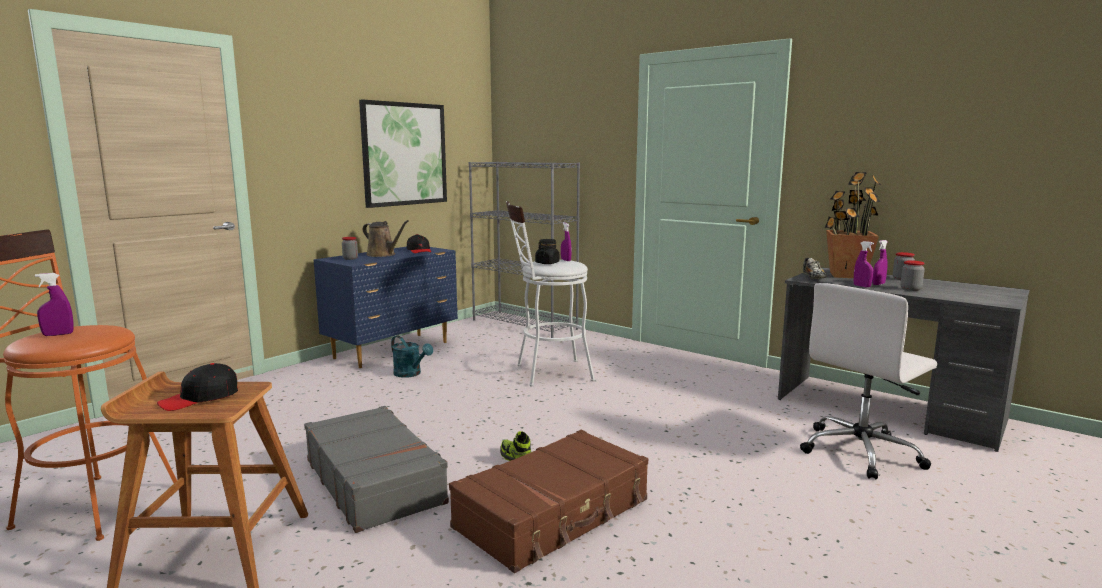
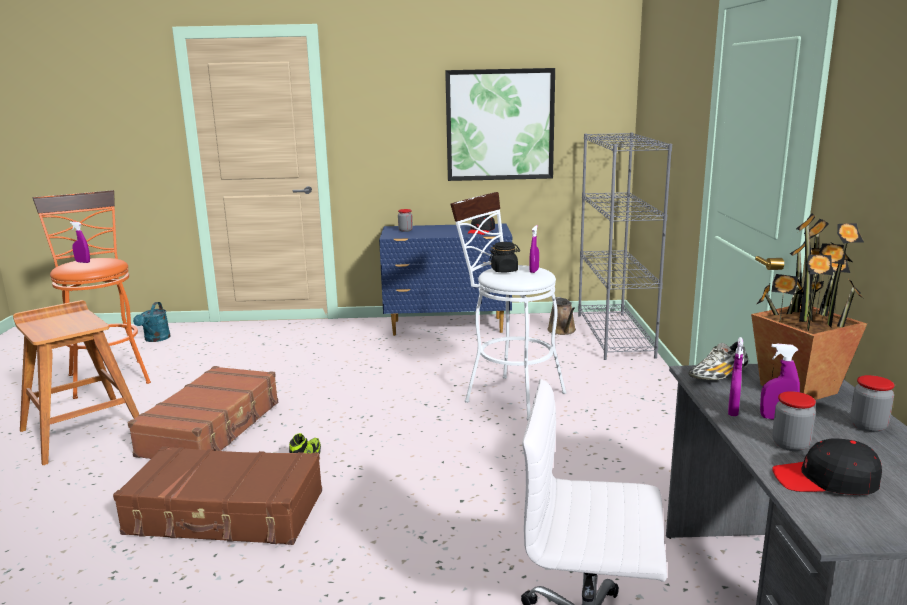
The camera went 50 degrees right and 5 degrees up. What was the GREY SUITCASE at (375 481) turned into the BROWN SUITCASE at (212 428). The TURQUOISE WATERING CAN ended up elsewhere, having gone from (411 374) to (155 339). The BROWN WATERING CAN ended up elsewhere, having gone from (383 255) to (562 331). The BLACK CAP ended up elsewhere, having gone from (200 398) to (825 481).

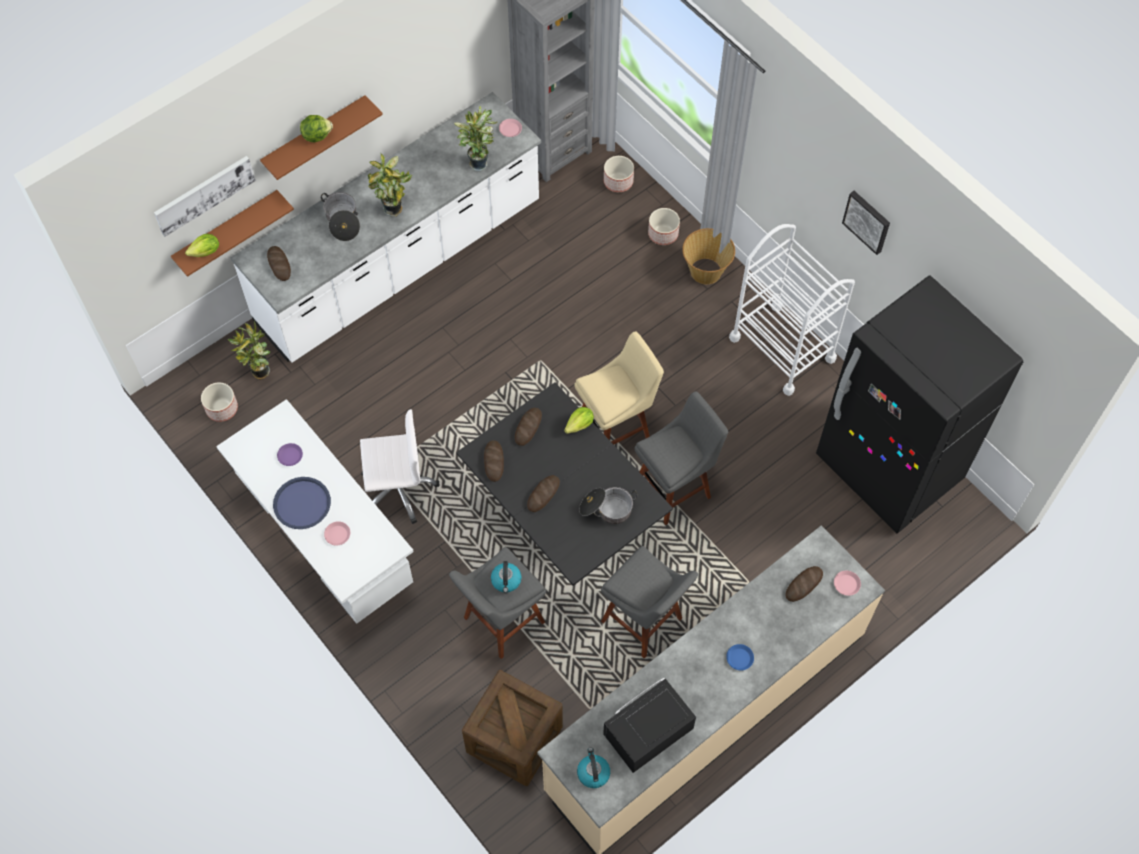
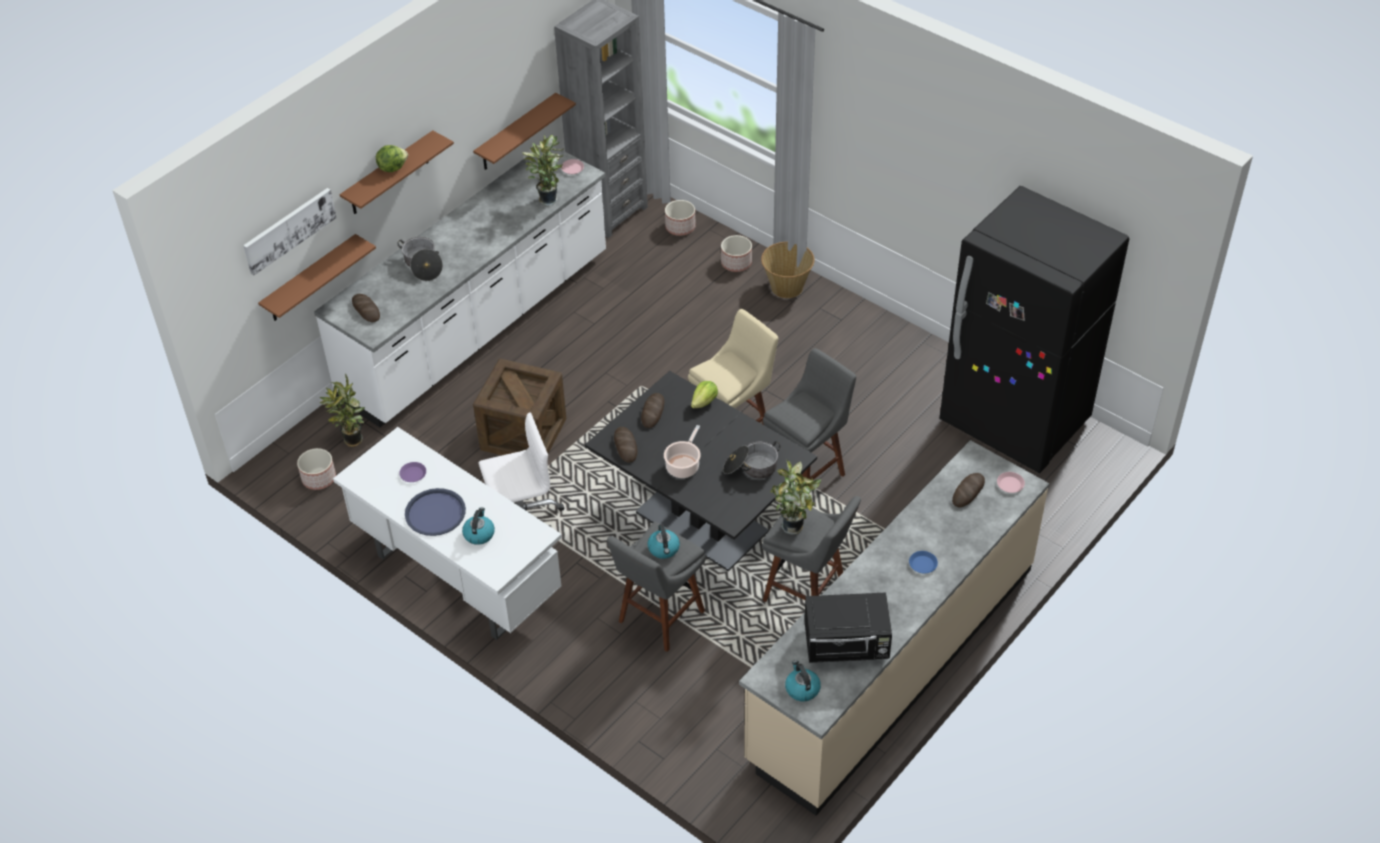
The camera went 10 degrees left and 15 degrees down. Where the PINK PLATE stood at (337 534), the KETTLE came to stand at (479 534). The second view gained the BROWN SHELF at (516 133). The CRATE ended up elsewhere, having gone from (514 739) to (523 434). Where the BREAD stood at (543 494), the COOKING POT came to stand at (683 465). The POTTED PLANT ended up elsewhere, having gone from (395 210) to (795 527). The BLACK MICROWAVE at (646 733) ended up facing another way, 135 degrees counterclockwise from before. The second view lost the LETTUCE at (206 252). The second view lost the WHITE CART at (782 348). The second view lost the PICTURE at (867 221).

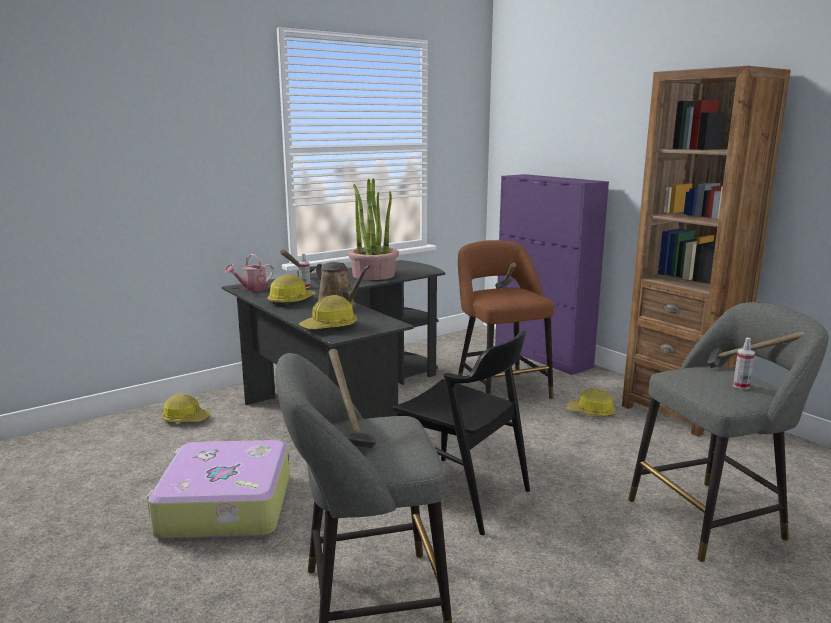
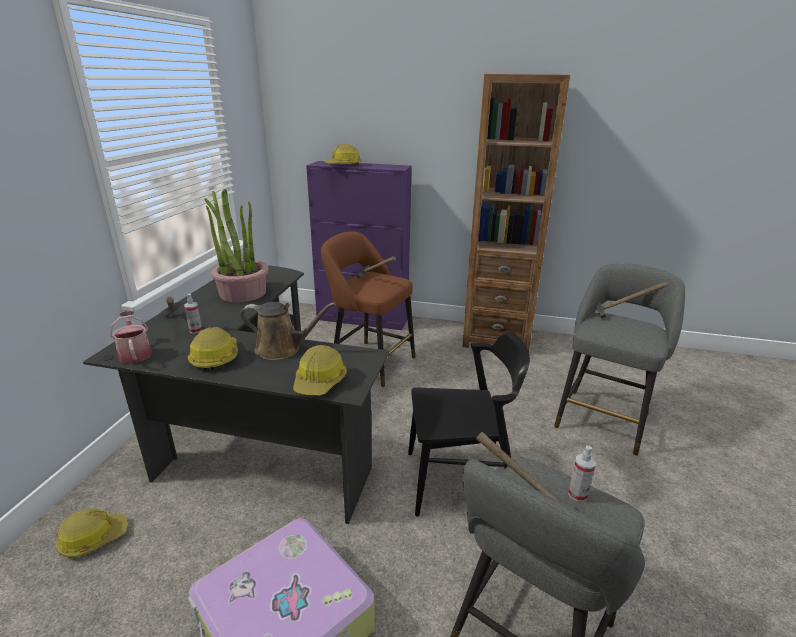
The camera went 40 degrees left and 10 degrees up. The WATERING CAN at (252 288) ended up facing another way, 150 degrees clockwise from before. The HARD HAT ended up elsewhere, having gone from (591 412) to (343 165). The SPRAY BOTTLE ended up elsewhere, having gone from (741 386) to (577 494).

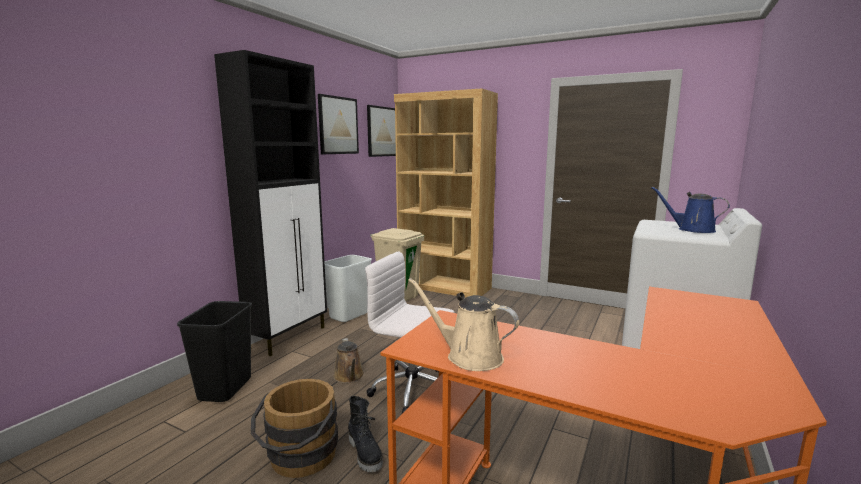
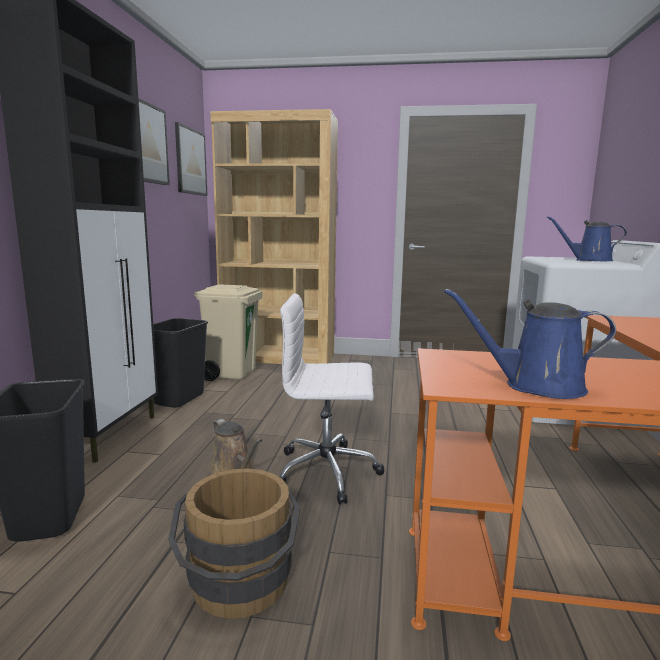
The camera went 20 degrees left and 0 degrees up. What was the WHITE TRASH CAN at (349 316) turned into the BLACK TRASH CAN at (180 400). What was the BEIGE WATERING CAN at (469 356) turned into the BLUE WATERING CAN at (536 386). The second view lost the BLACK BOOT at (366 453).

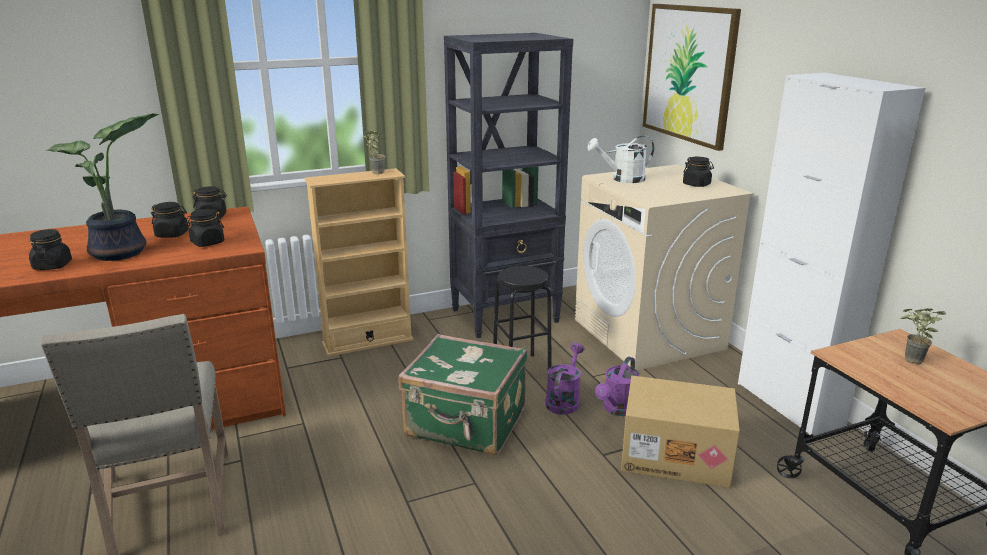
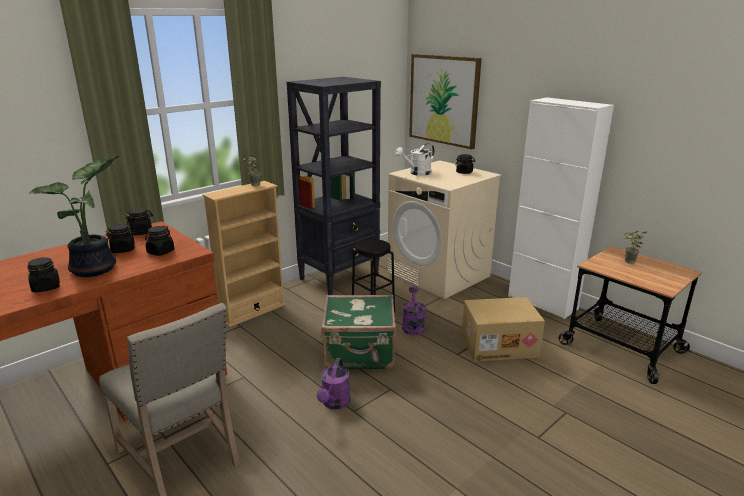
The camera went 20 degrees left and 0 degrees up. The PURPLE WATERING CAN ended up elsewhere, having gone from (617 410) to (334 403).

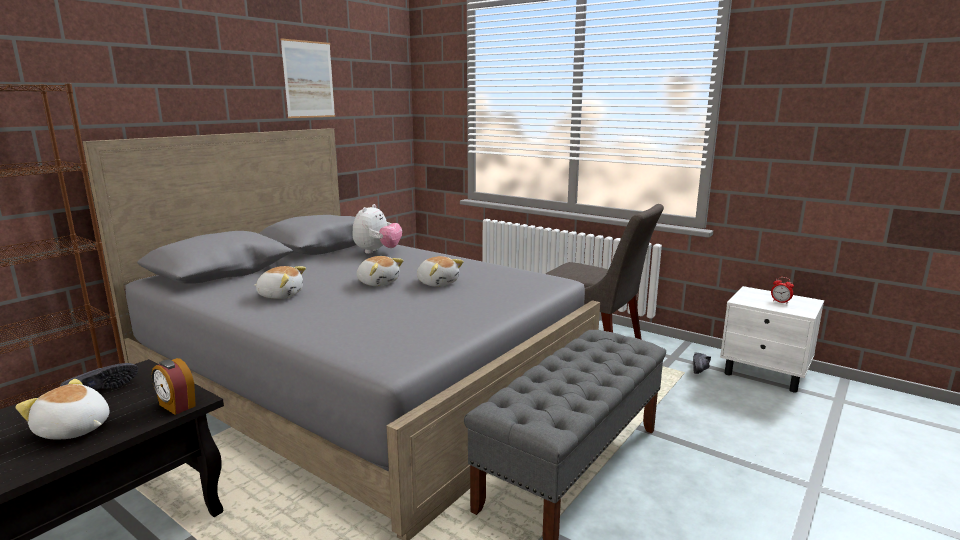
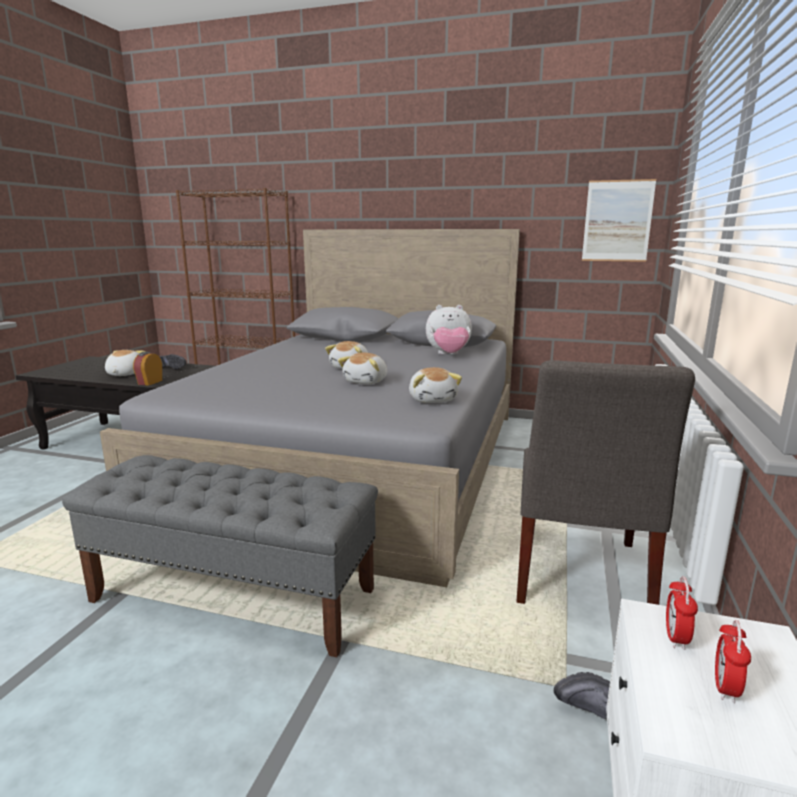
The camera went 70 degrees right and 0 degrees up. The PLUSH TOY ended up elsewhere, having gone from (280 295) to (433 399). The PICTURE ended up elsewhere, having gone from (308 79) to (617 221). The second view gained the ALARM CLOCK at (676 638).

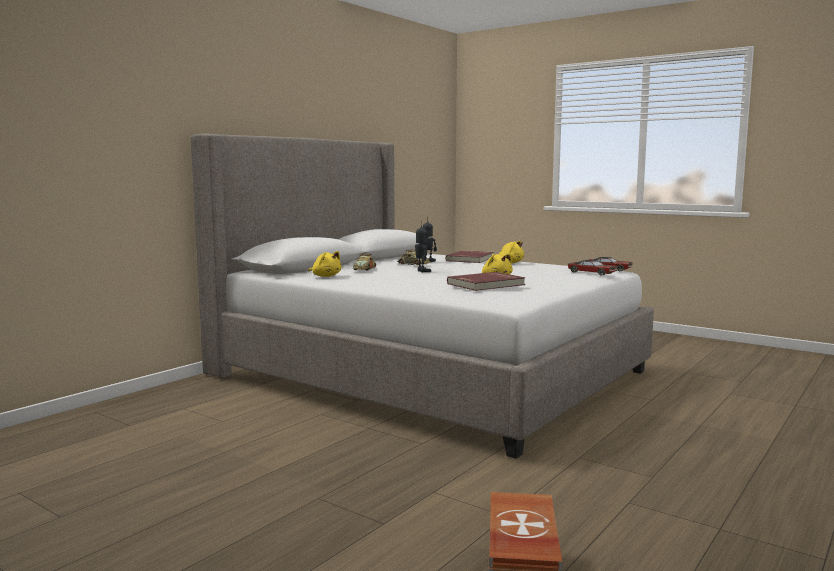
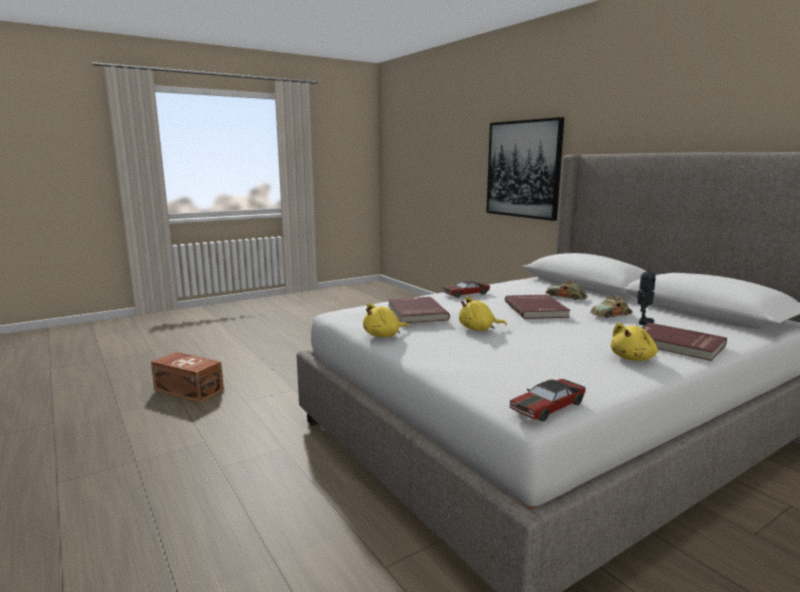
The camera went 110 degrees right and 5 degrees up. The YELLOW PLUSH TOY ended up elsewhere, having gone from (325 276) to (384 335). The TOY CAR ended up elsewhere, having gone from (592 273) to (465 294). The second view gained the PICTURE at (523 169). Where the TOY ROBOT stood at (422 271), the RED BOOK came to stand at (537 309).

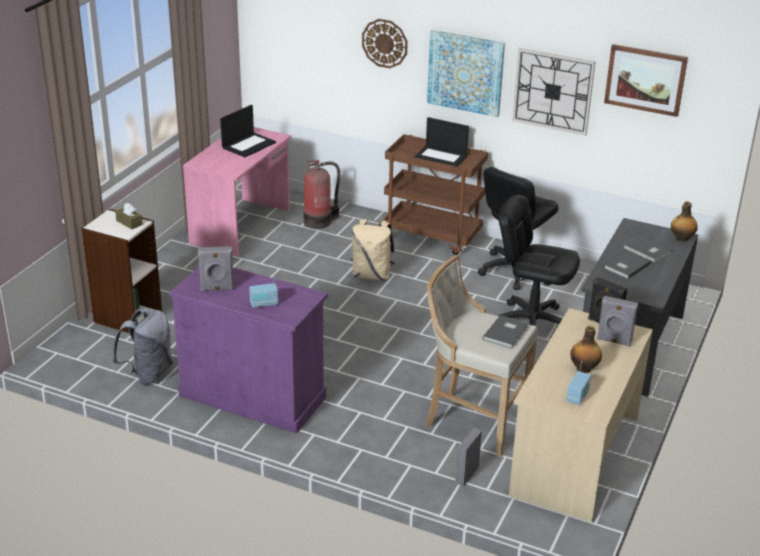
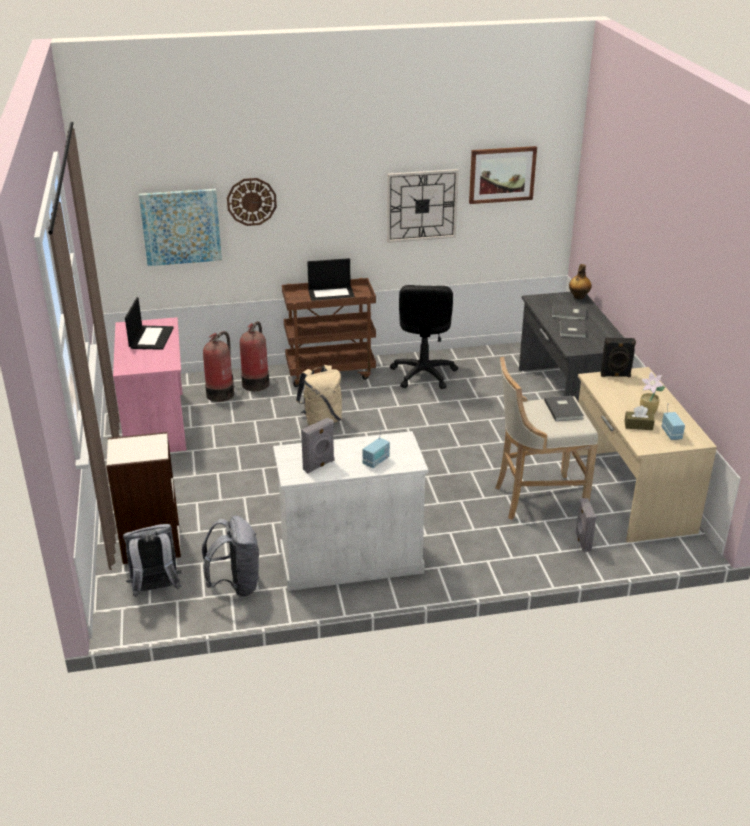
The camera went 35 degrees left and 0 degrees up. The second view gained the GREY BACKPACK at (155 590). The PICTURE ended up elsewhere, having gone from (465 72) to (181 226). The second view gained the FIRE EXTINGUISHER at (256 383). What was the PURPLE CABINET at (253 396) turned into the WHITE CABINET at (351 560). The BROWN TISSUE BOX ended up elsewhere, having gone from (129 222) to (638 425). Where the BOTTLE stood at (584 369), the POTTED PLANT came to stand at (648 412). The second view lost the BLACK OFFICE CHAIR at (531 323). The second view lost the GREY SPEAKER at (614 341).

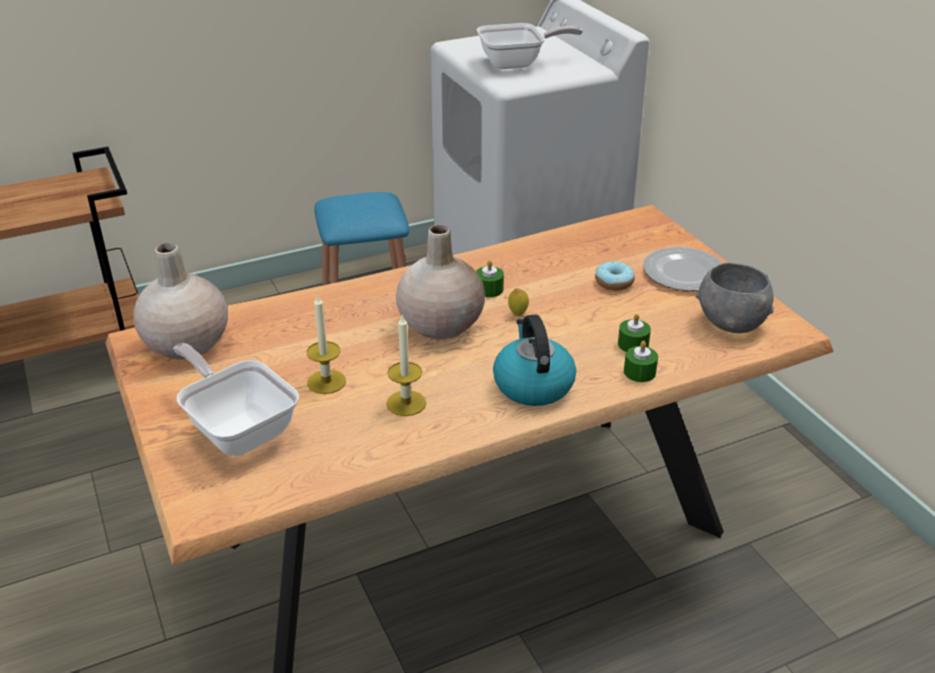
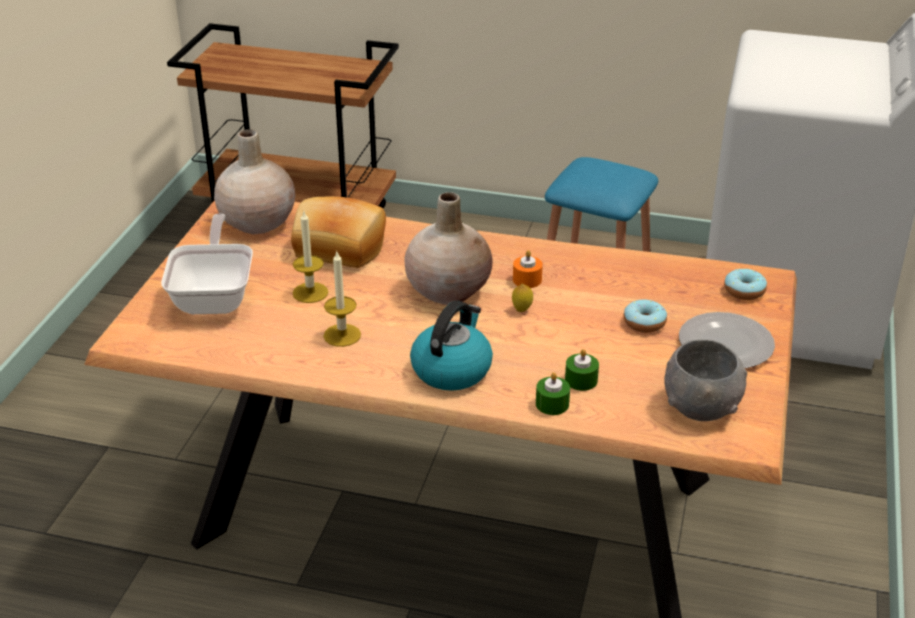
The camera went 40 degrees right and 0 degrees up. The second view gained the BREAD at (339 248). What was the GREEN CANDLE at (489 289) turned into the ORANGE CANDLE at (527 280). The second view gained the DONUT at (744 291). The second view lost the FRYING PAN at (517 63).

